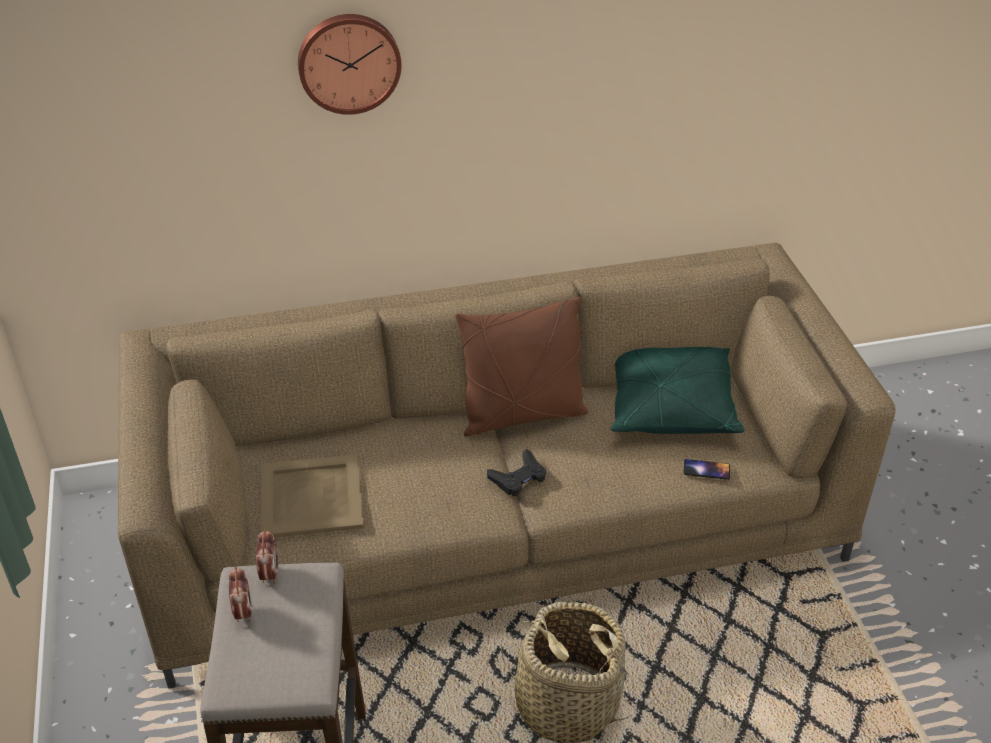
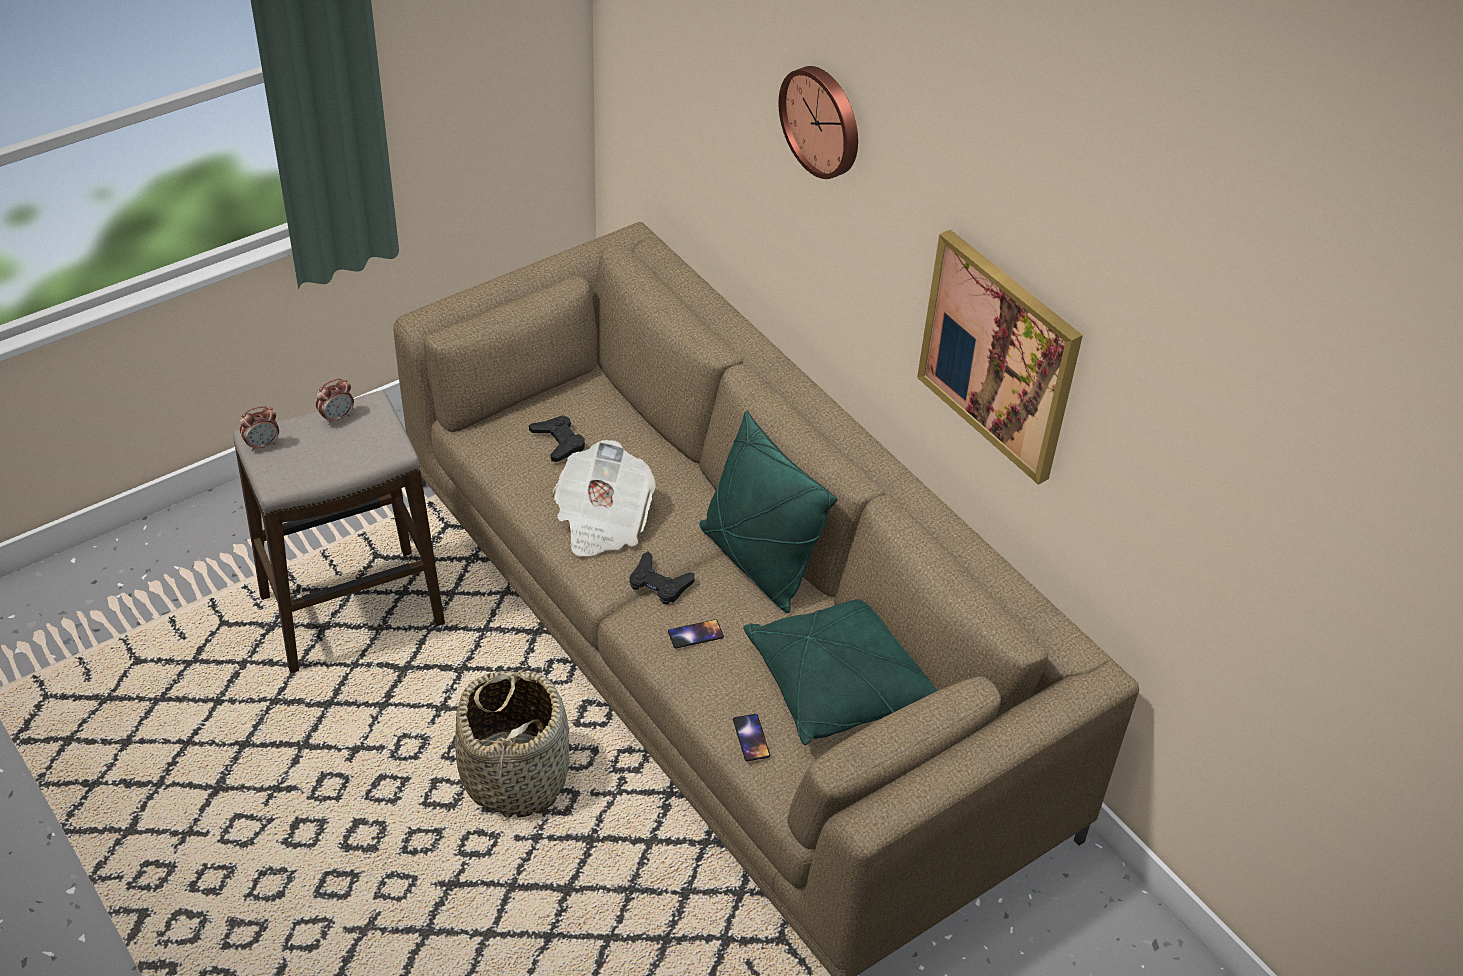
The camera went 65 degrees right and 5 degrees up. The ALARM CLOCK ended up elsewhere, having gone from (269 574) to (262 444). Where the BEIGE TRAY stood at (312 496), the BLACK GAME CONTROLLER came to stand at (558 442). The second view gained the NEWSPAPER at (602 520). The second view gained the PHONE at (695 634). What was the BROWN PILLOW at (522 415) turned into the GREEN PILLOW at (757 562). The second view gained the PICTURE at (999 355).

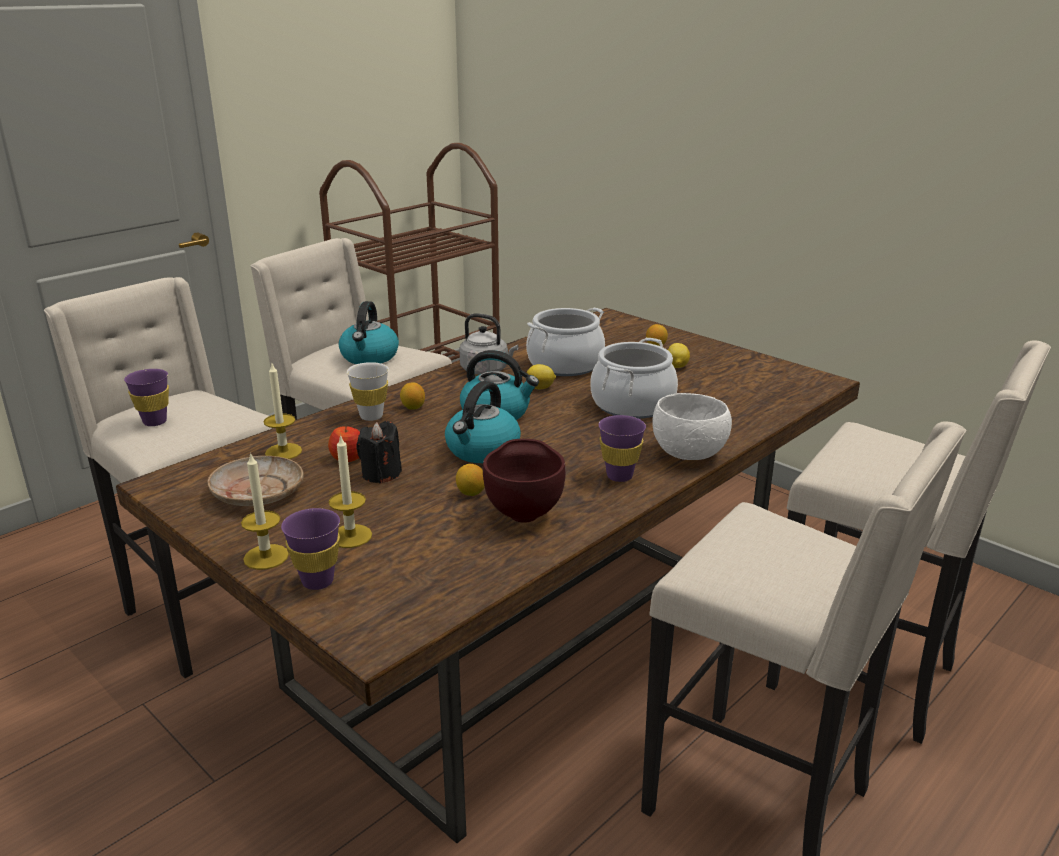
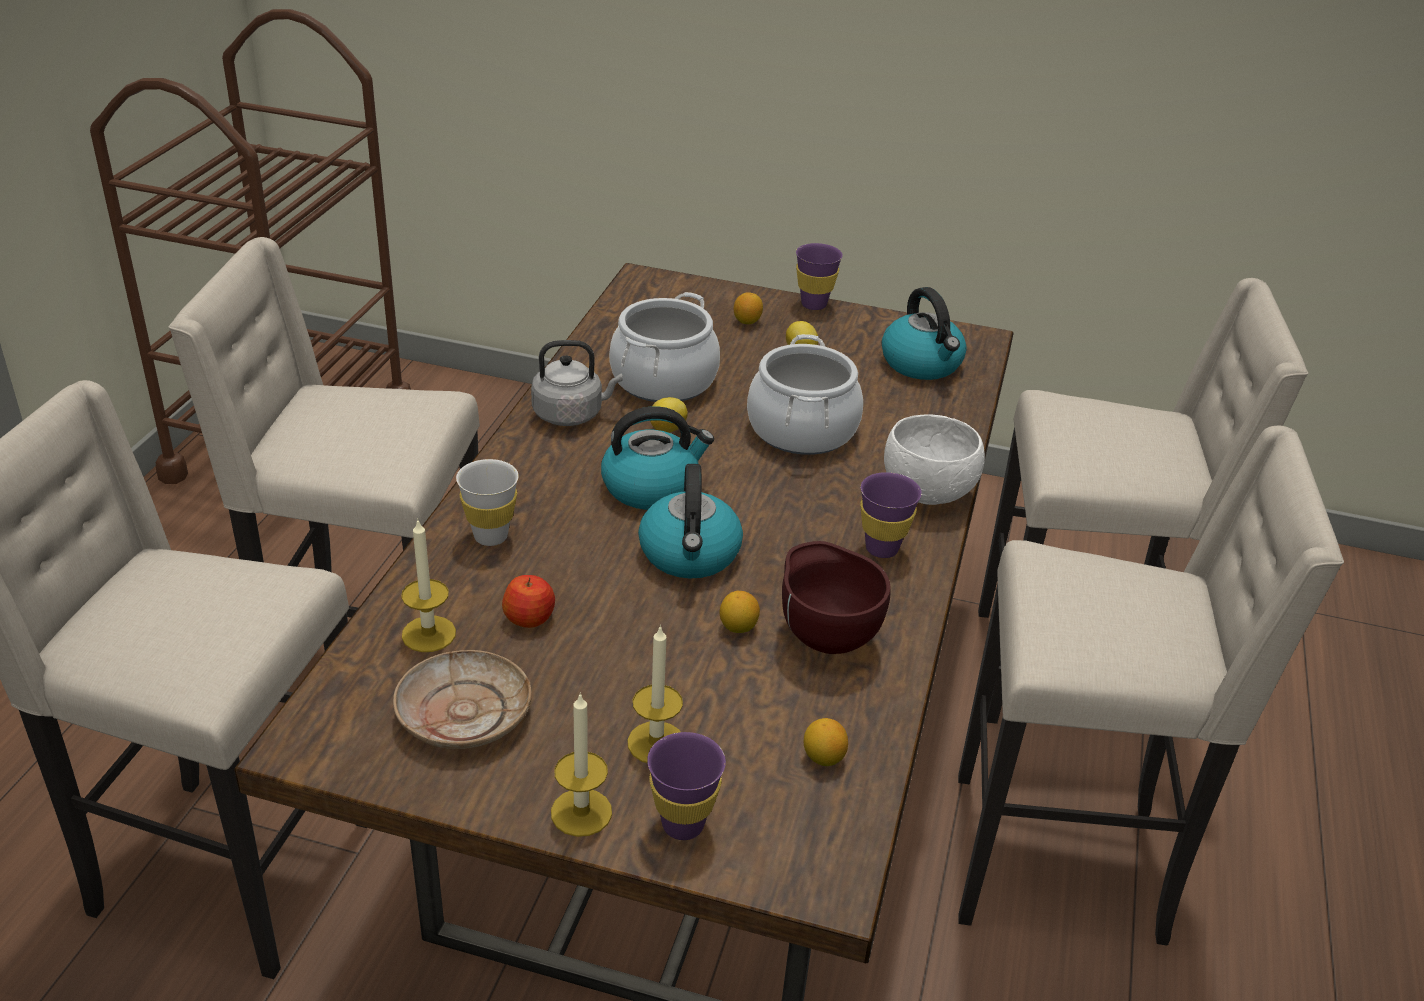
The camera went 30 degrees left and 10 degrees up. The PURPLE CUP ended up elsewhere, having gone from (155 422) to (813 304). The LEMON ended up elsewhere, having gone from (413 407) to (823 758). The KETTLE ended up elsewhere, having gone from (369 357) to (922 364). The second view lost the BLACK CANDLE at (381 474).

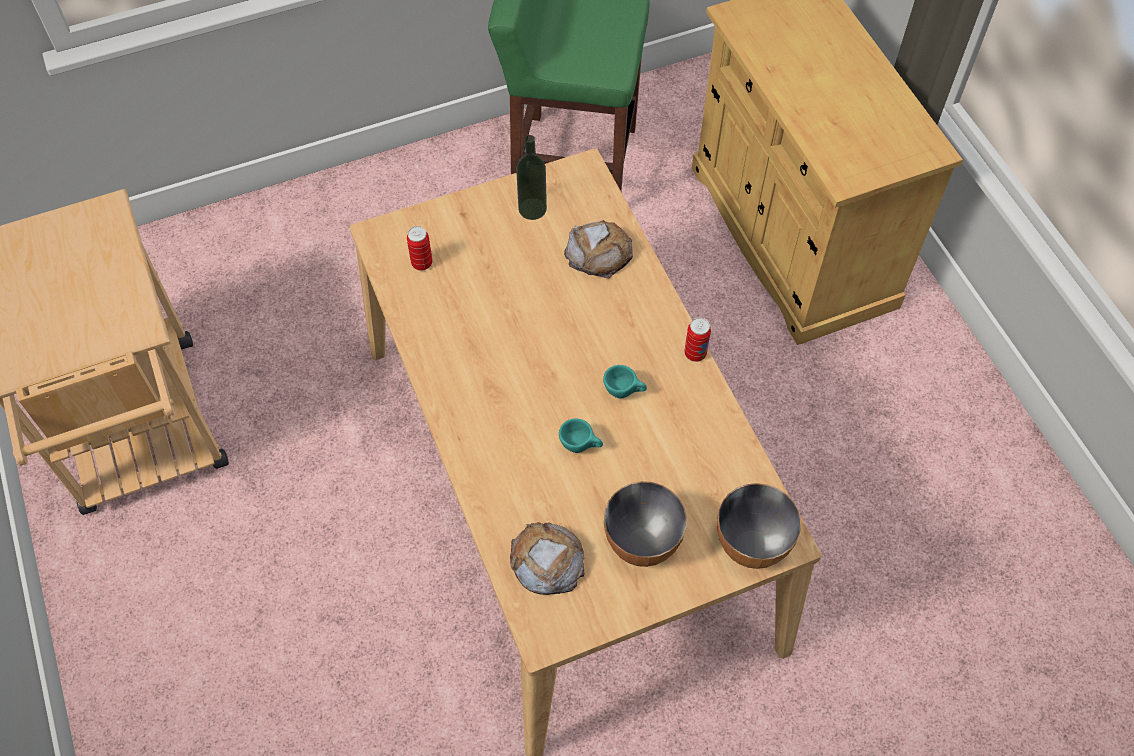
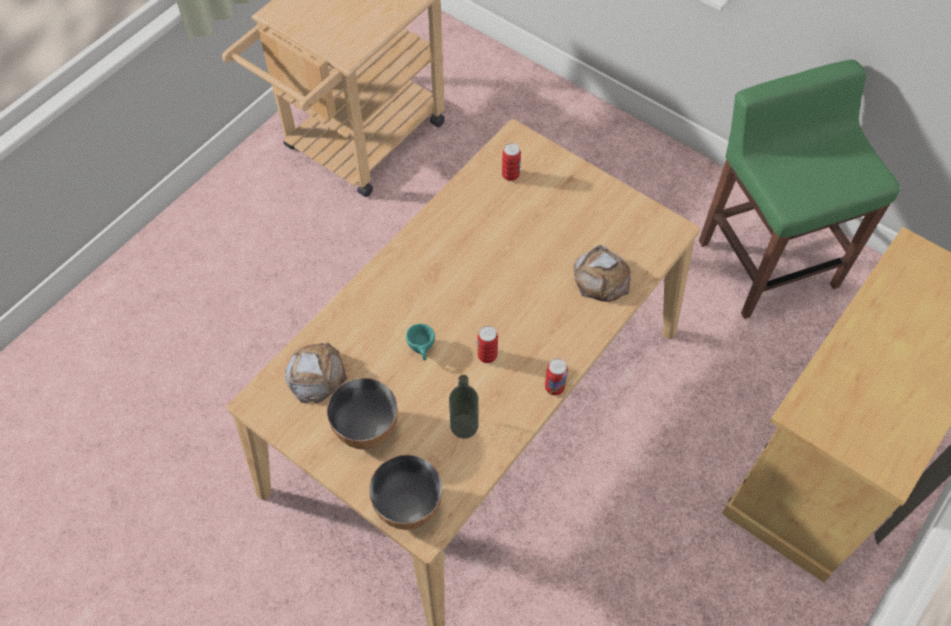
The camera went 60 degrees right and 0 degrees up. The BOTTLE ended up elsewhere, having gone from (532 209) to (464 426). Where the TURQUOISE CUP stood at (624 392), the CAN came to stand at (487 355).

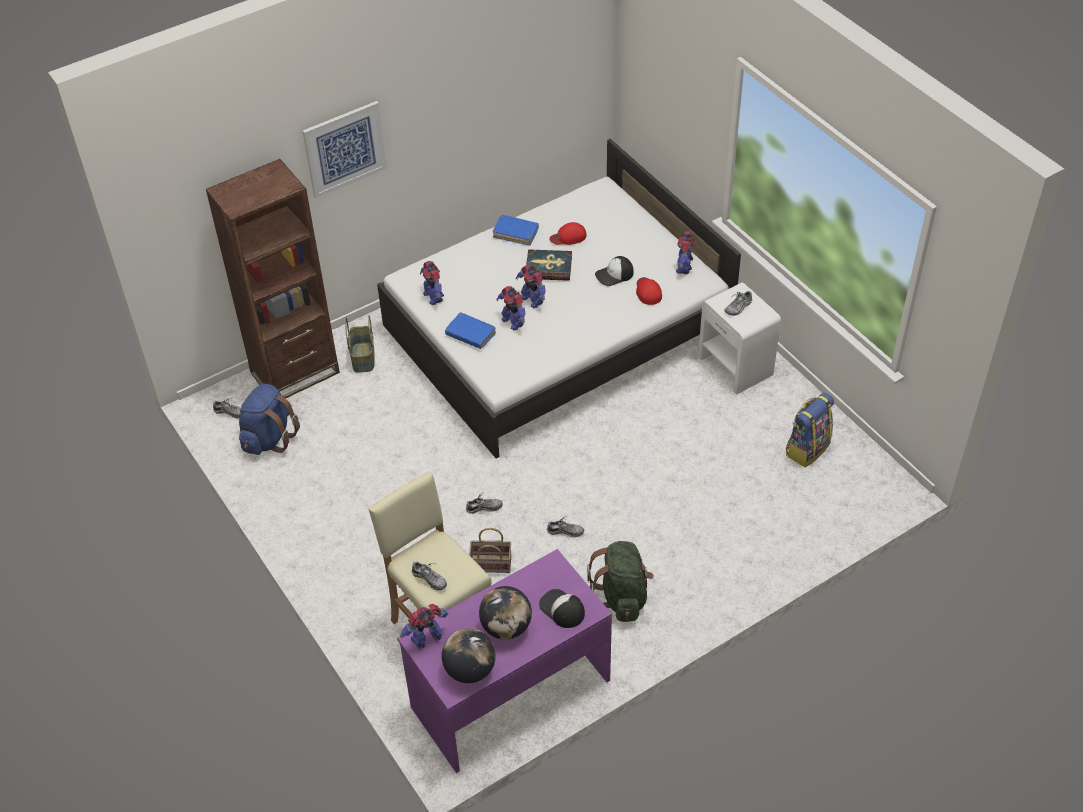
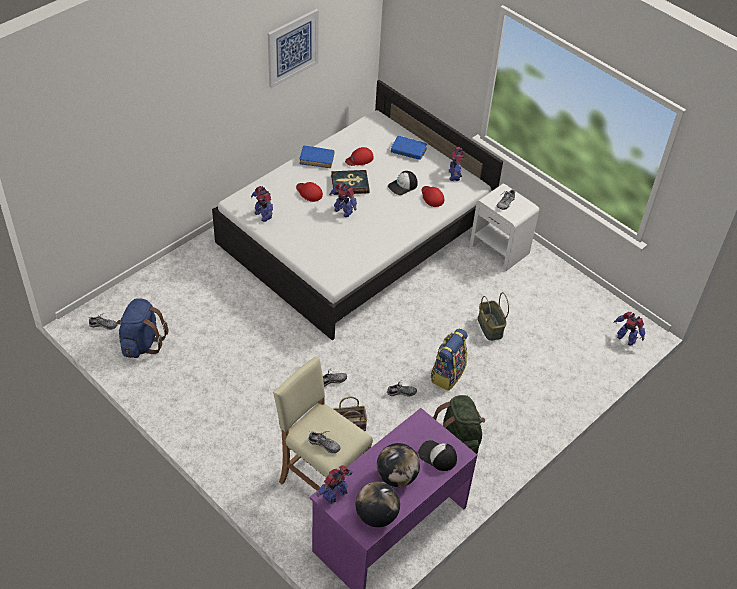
The camera went 15 degrees left and 0 degrees up. The PICTURE ended up elsewhere, having gone from (344 149) to (292 48). The second view gained the RED CAP at (309 192). The BLUE BOOK ended up elsewhere, having gone from (470 334) to (408 151). The BACKPACK ended up elsewhere, having gone from (807 448) to (447 374). The BASKET ended up elsewhere, having gone from (362 357) to (489 327). The TOY ROBOT ended up elsewhere, having gone from (512 321) to (626 338). The second view lost the BROWN BOOKCASE at (295 373).

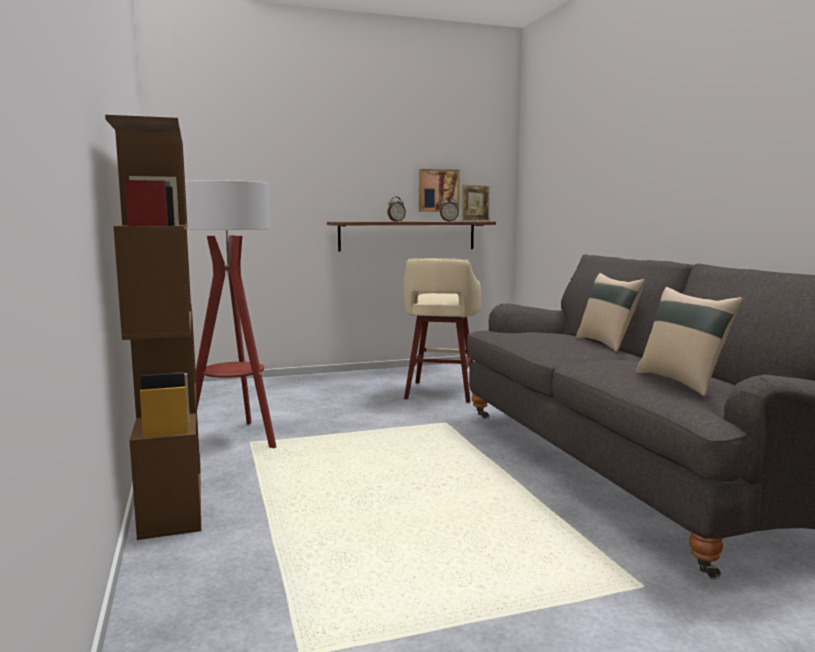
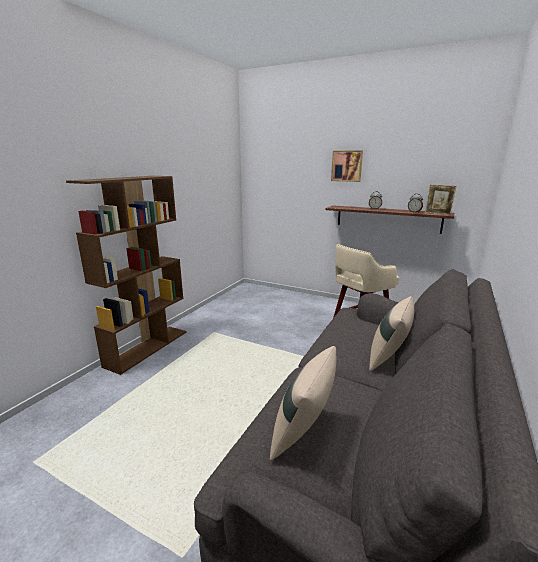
The camera went 45 degrees right and 10 degrees up. The PICTURE ended up elsewhere, having gone from (438 190) to (347 166). The second view lost the FLOOR LAMP at (236 439).

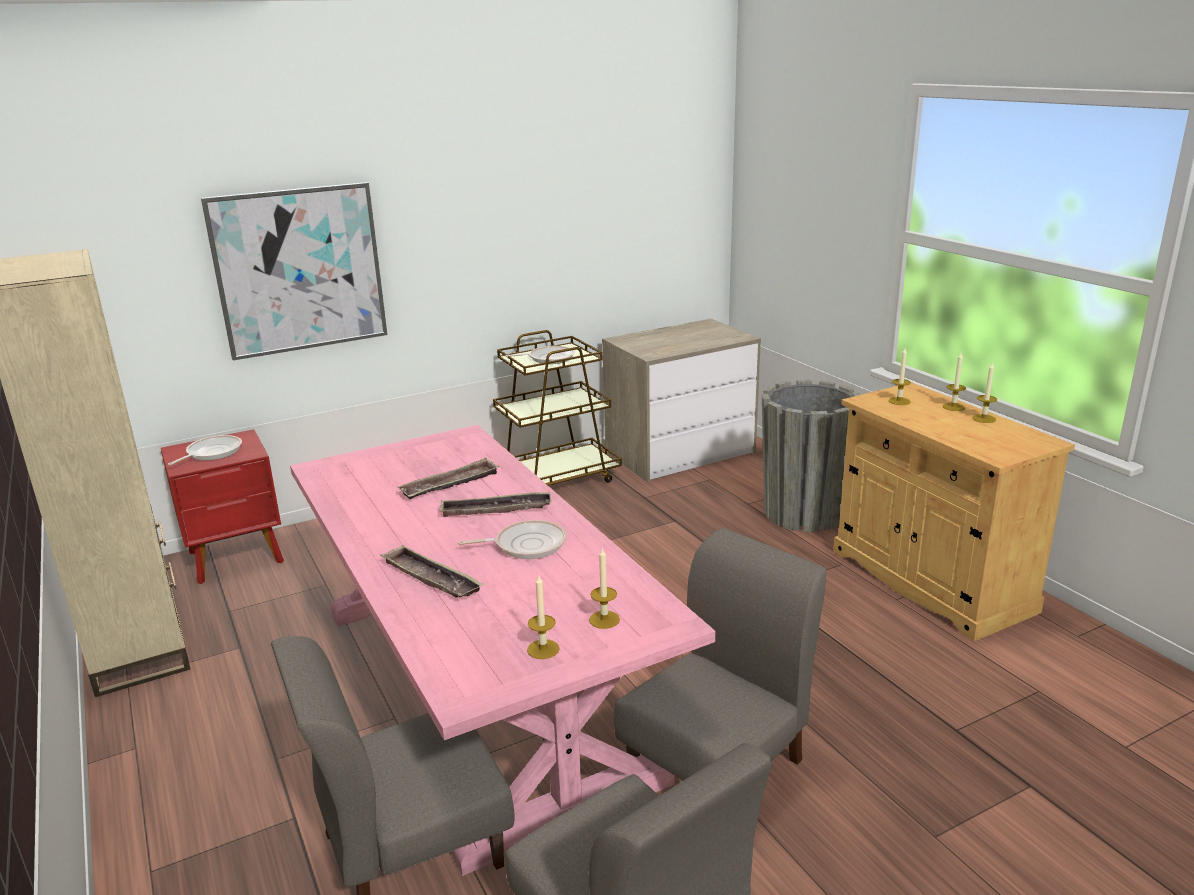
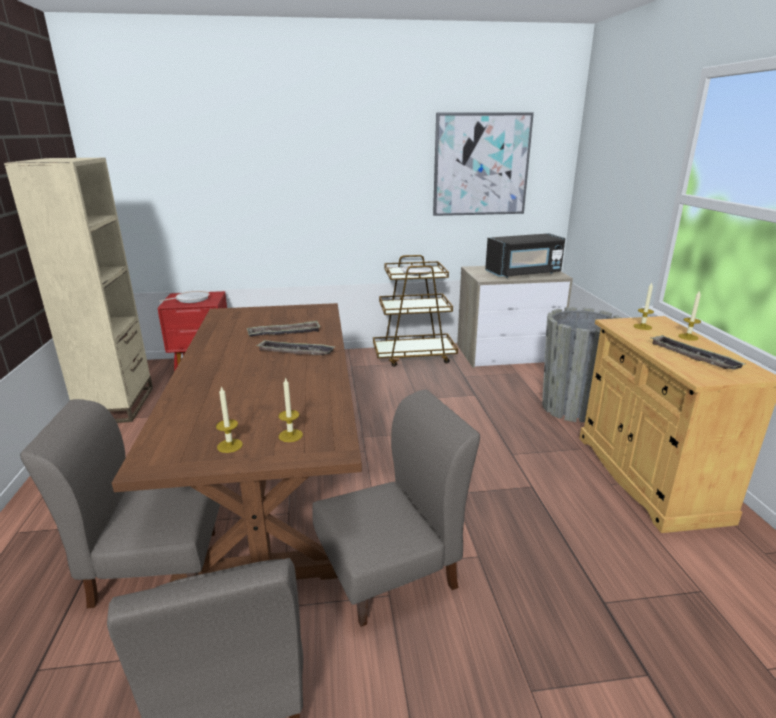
The camera went 20 degrees right and 0 degrees up. What was the PINK DINING TABLE at (478 688) turned into the BROWN DINING TABLE at (273 473). The PICTURE ended up elsewhere, having gone from (299 270) to (481 165). The second view gained the BLACK MICROWAVE at (524 273). The TRAY ended up elsewhere, having gone from (431 578) to (693 357). The second view lost the FRYING PAN at (526 545). The second view lost the CANDLE at (984 418).

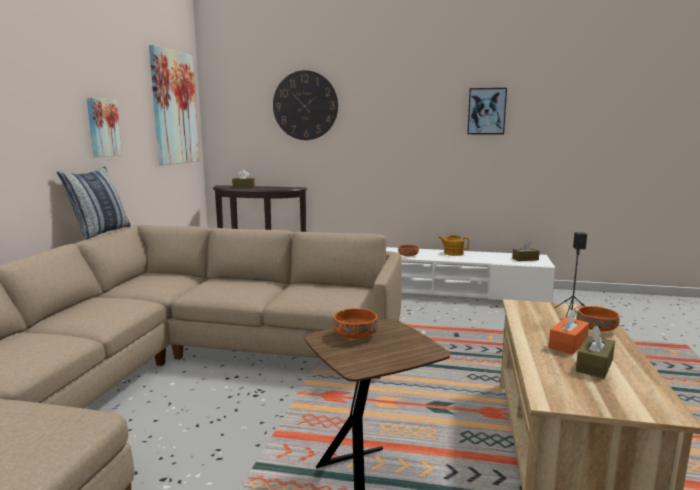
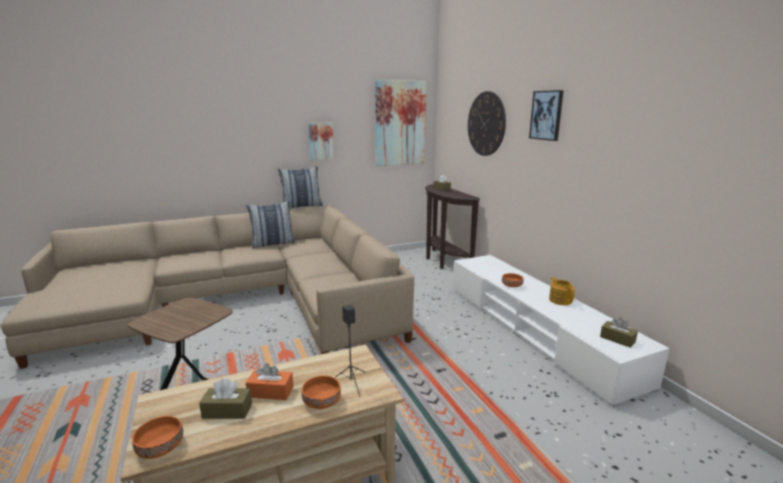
The camera went 55 degrees right and 5 degrees up. The ORANGE BOWL ended up elsewhere, having gone from (355 335) to (159 448). The second view gained the PILLOW at (273 244). The PICTURE ended up elsewhere, having gone from (486 111) to (546 115).

